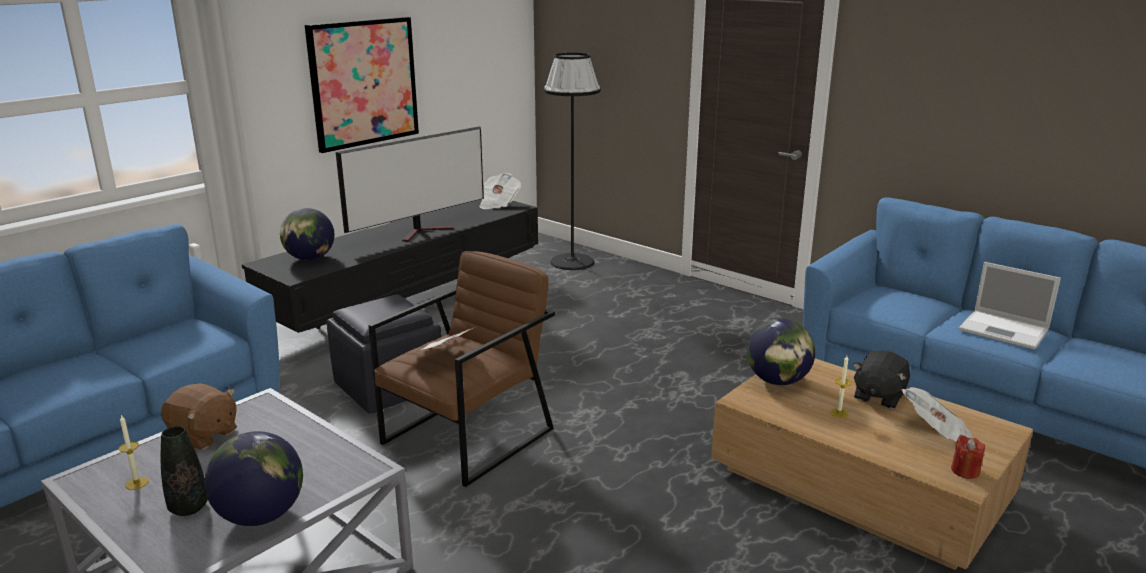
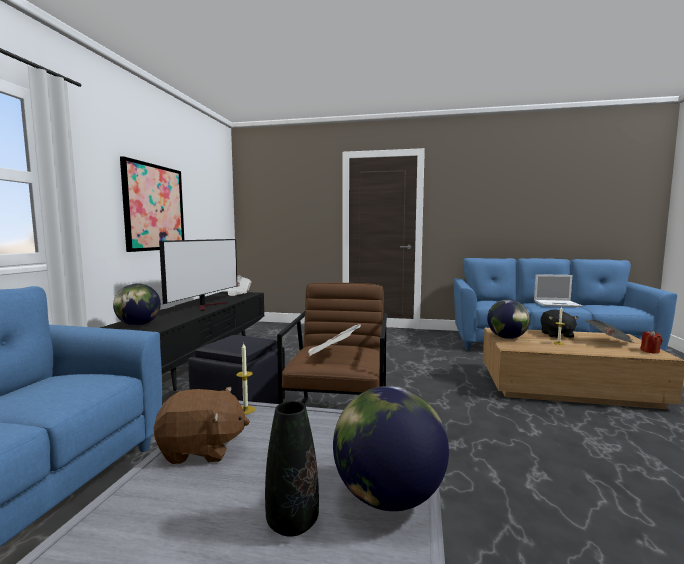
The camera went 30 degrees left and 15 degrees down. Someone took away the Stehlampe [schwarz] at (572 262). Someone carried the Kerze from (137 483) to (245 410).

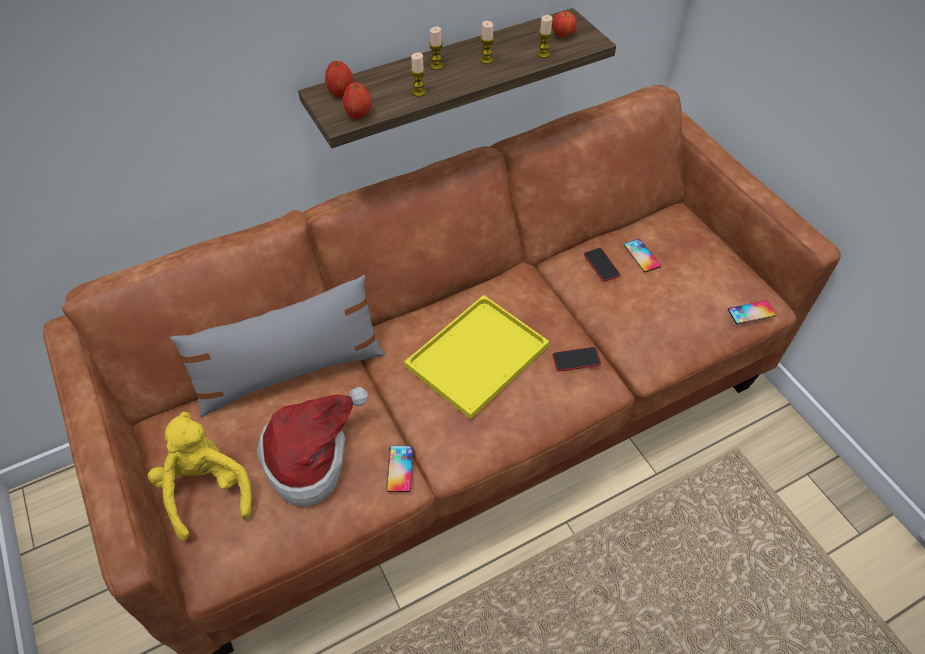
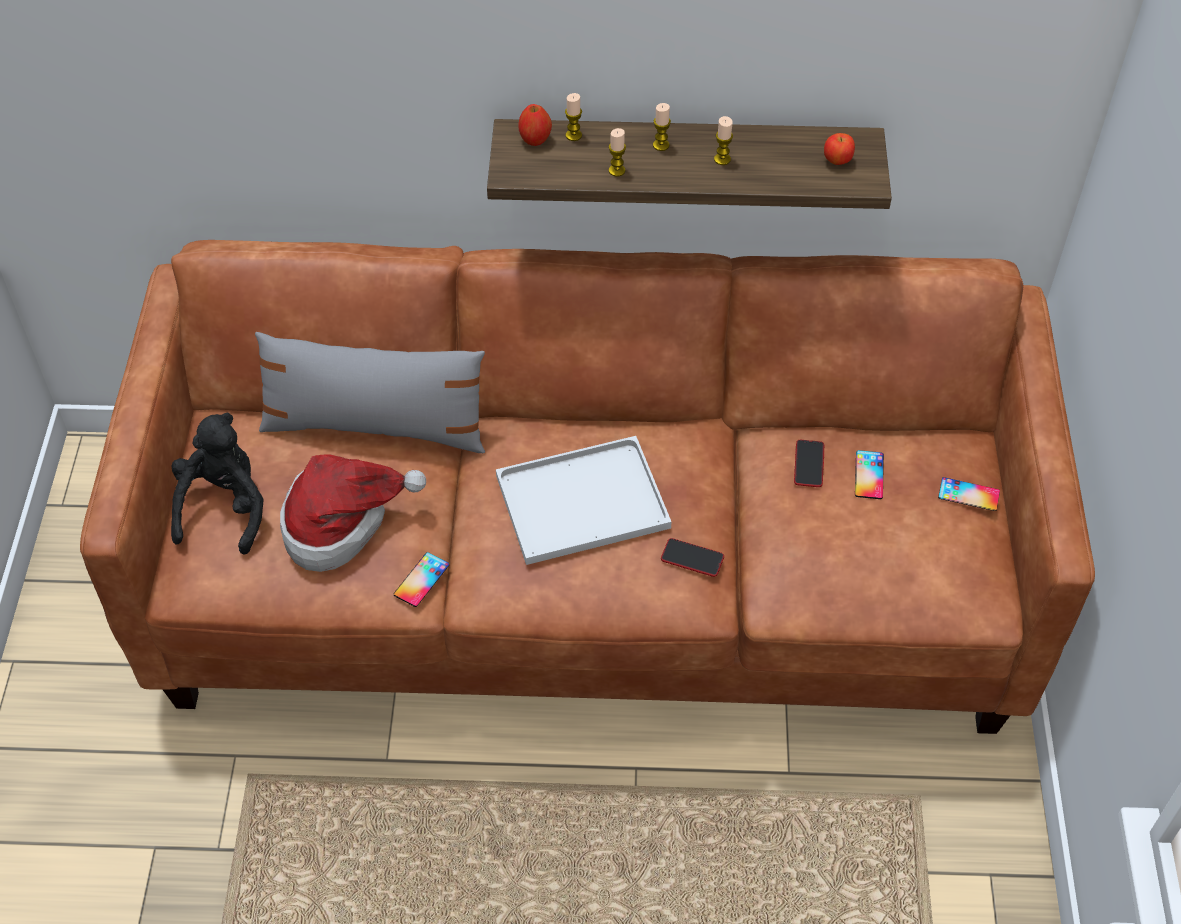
The camera went 30 degrees right and 0 degrees up. Someone took away the Apfel at (358 115). Someone carried the Kerze from (543 54) to (573 135). Someone carried the Handy from (751 312) to (968 494). Someone repainted the Plüschtier [gelb] at (207 490), which became the Plüschtier [schwarz] at (224 507). Someone repainted the Tablett [gelb] at (478 354), which became the Tablett [weiß] at (585 499).

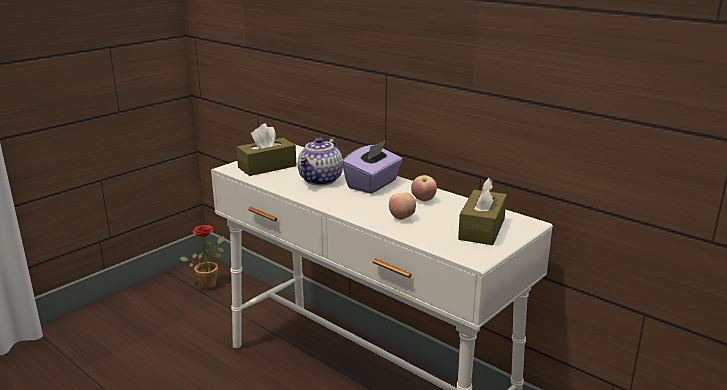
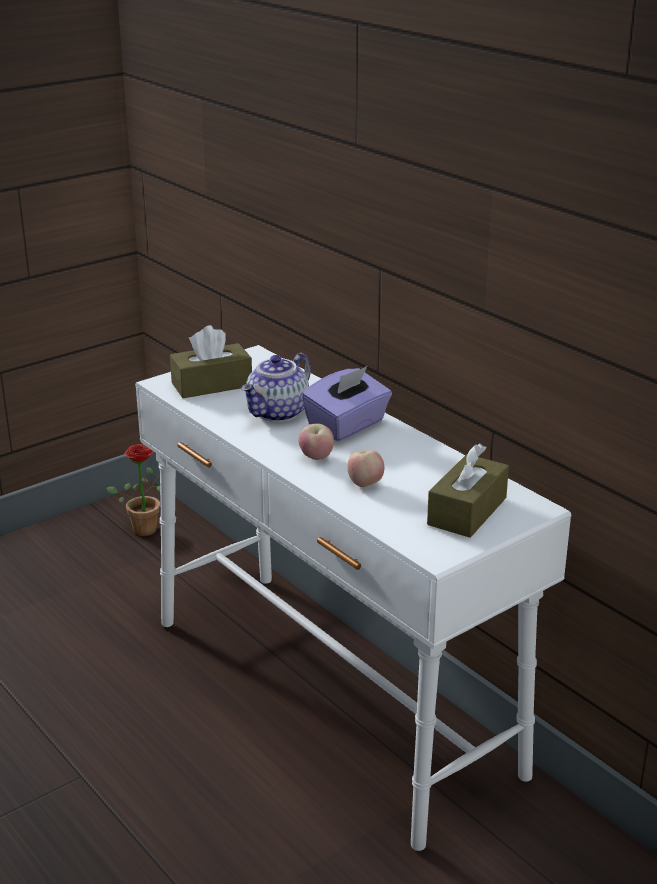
The camera went 10 degrees right and 5 degrees up. Someone carried the Apfel from (423 200) to (316 457).

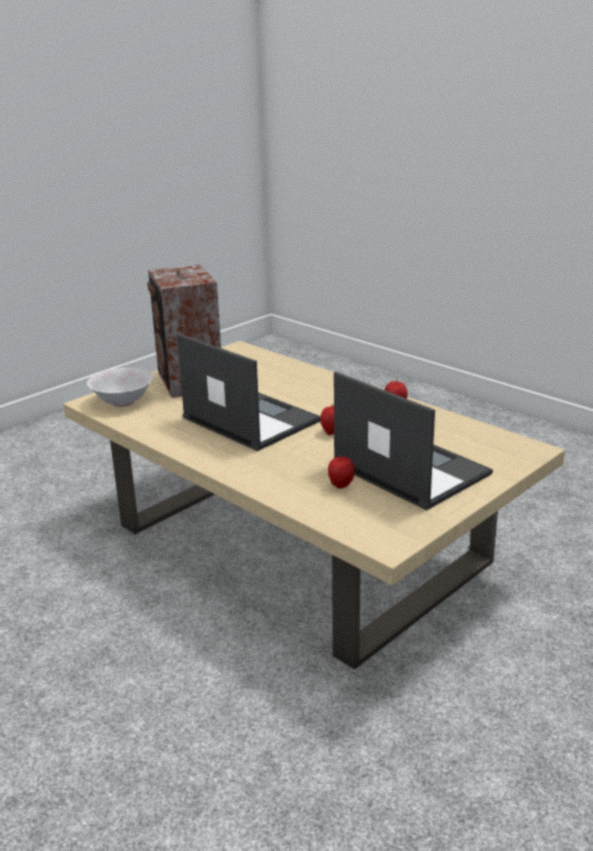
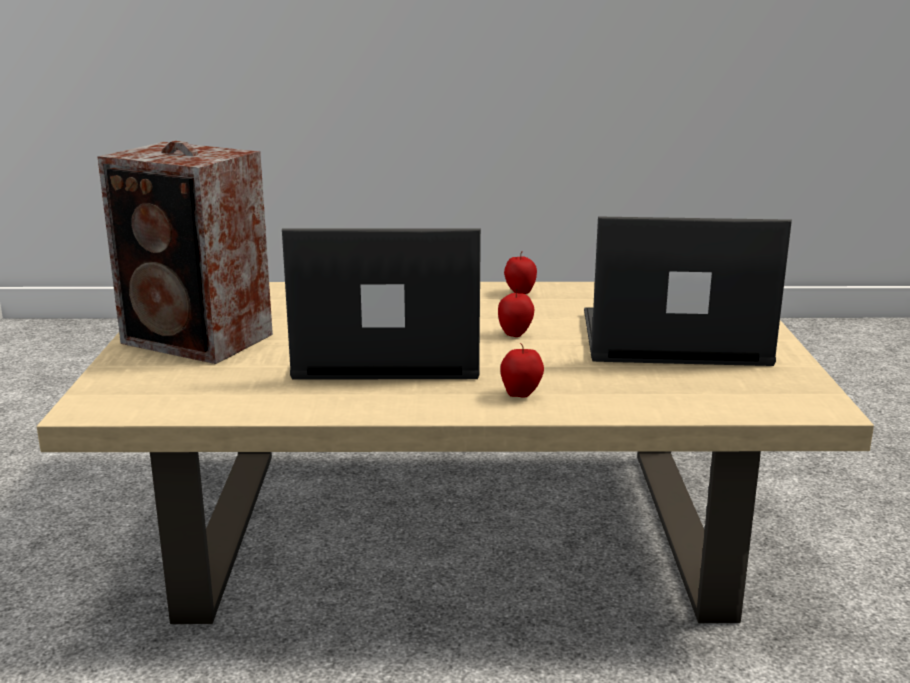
The camera went 45 degrees left and 5 degrees down. Someone took away the Schüssel [weiß] at (123 402). Someone carried the Apfel from (341 486) to (521 395).

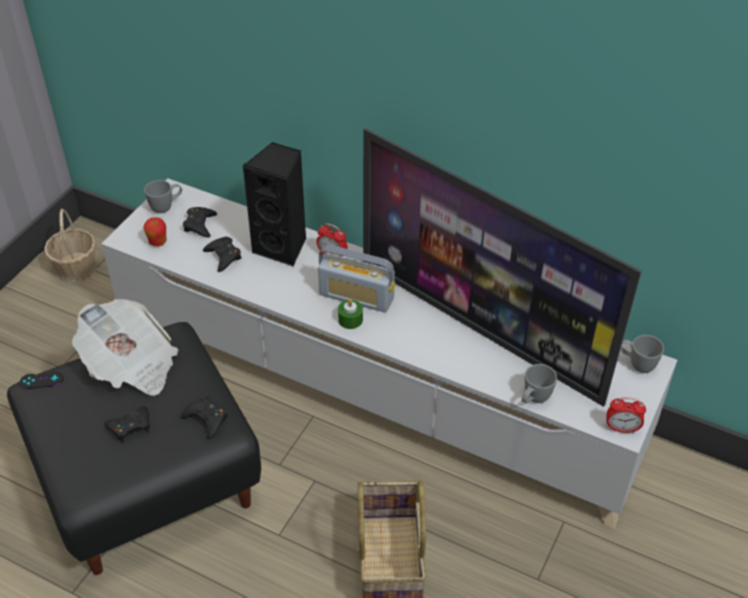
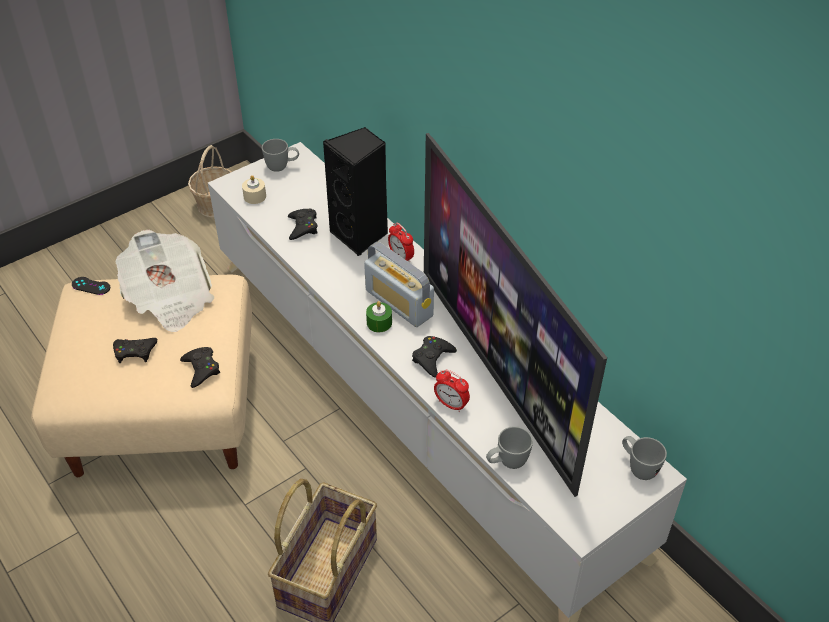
The camera went 25 degrees right and 0 degrees up. Someone carried the Gamepad [schwarz] from (200 225) to (432 358). Someone carried the Wecker from (622 428) to (451 404). Someone swapped the Apfel at (158 242) for the Kerze [beige] at (255 196). Someone repainted the Polsterhocker [schwarz] at (148 478), which became the Polsterhocker [beige] at (165 410).

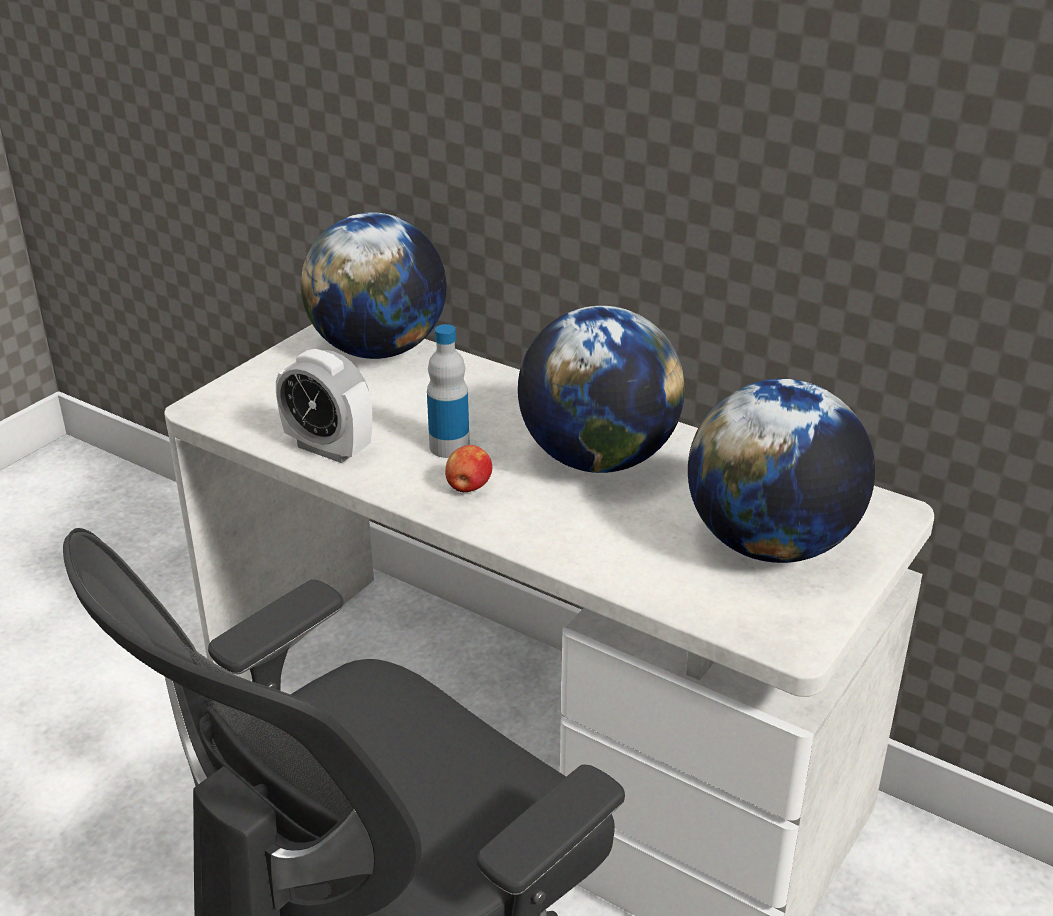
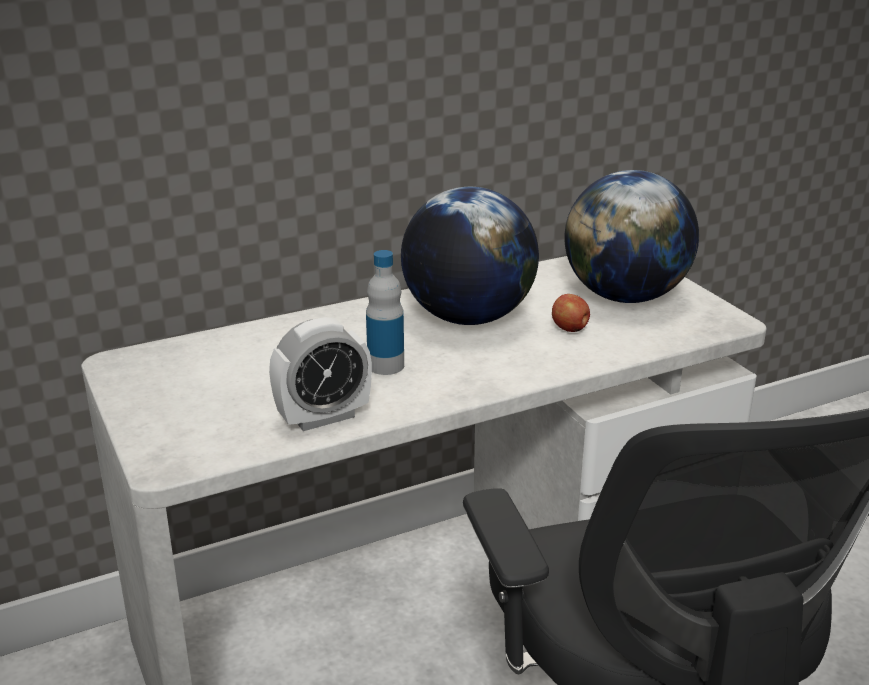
The camera went 60 degrees left and 5 degrees down. Someone took away the Globus at (378 349). Someone carried the Apfel from (468 487) to (570 329).

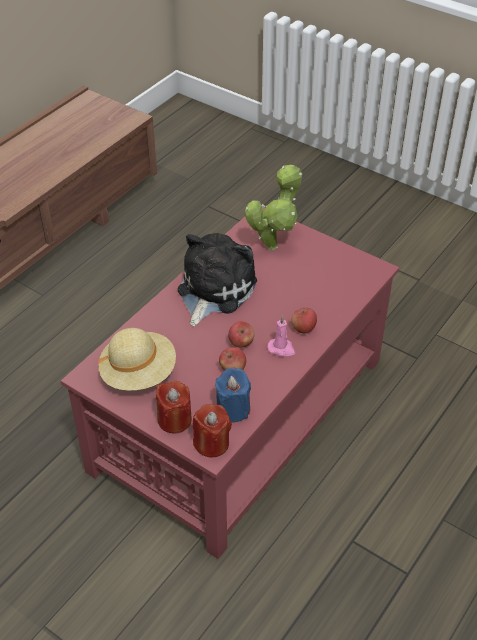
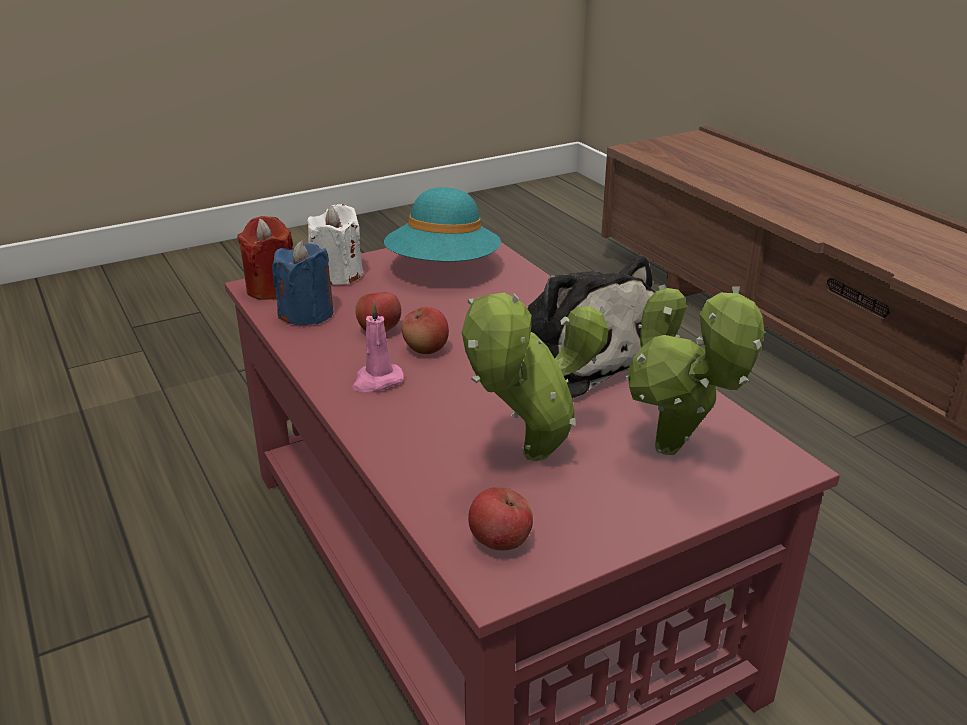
The camera went 115 degrees right and 15 degrees down. Someone put down the Topfpflanze at (529 459). Someone carried the Apfel from (303 328) to (500 542). Someone repainted the Hut [beige] at (138 373), which became the Hut [türkis] at (443 268). Someone repainted the Kerze [rot] at (174 420), which became the Kerze [weiß] at (338 275).

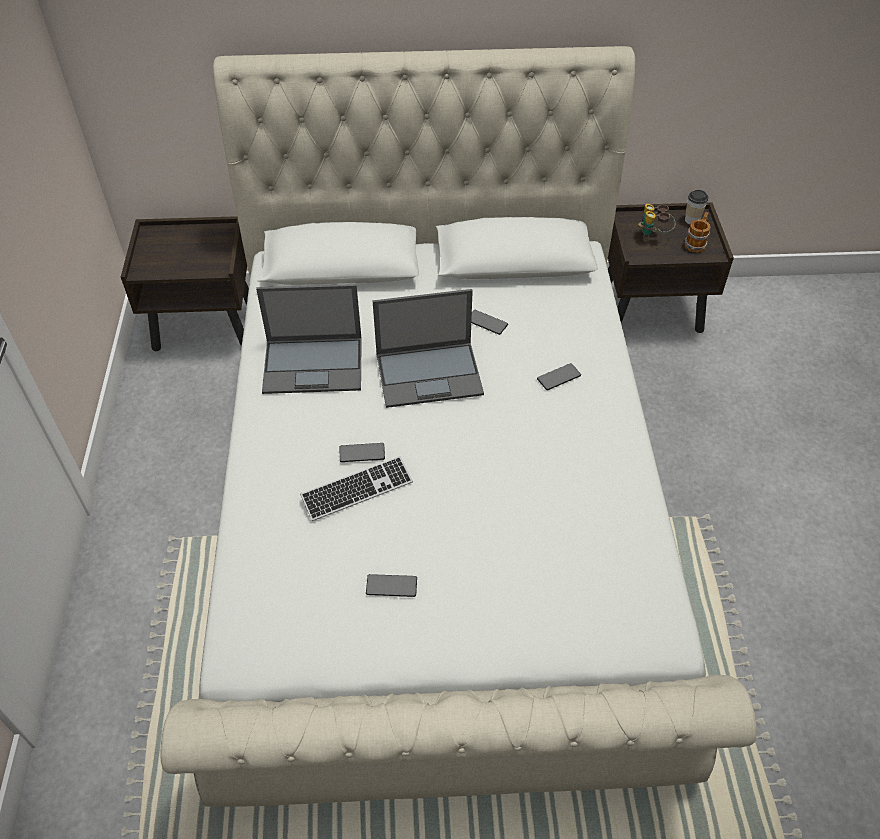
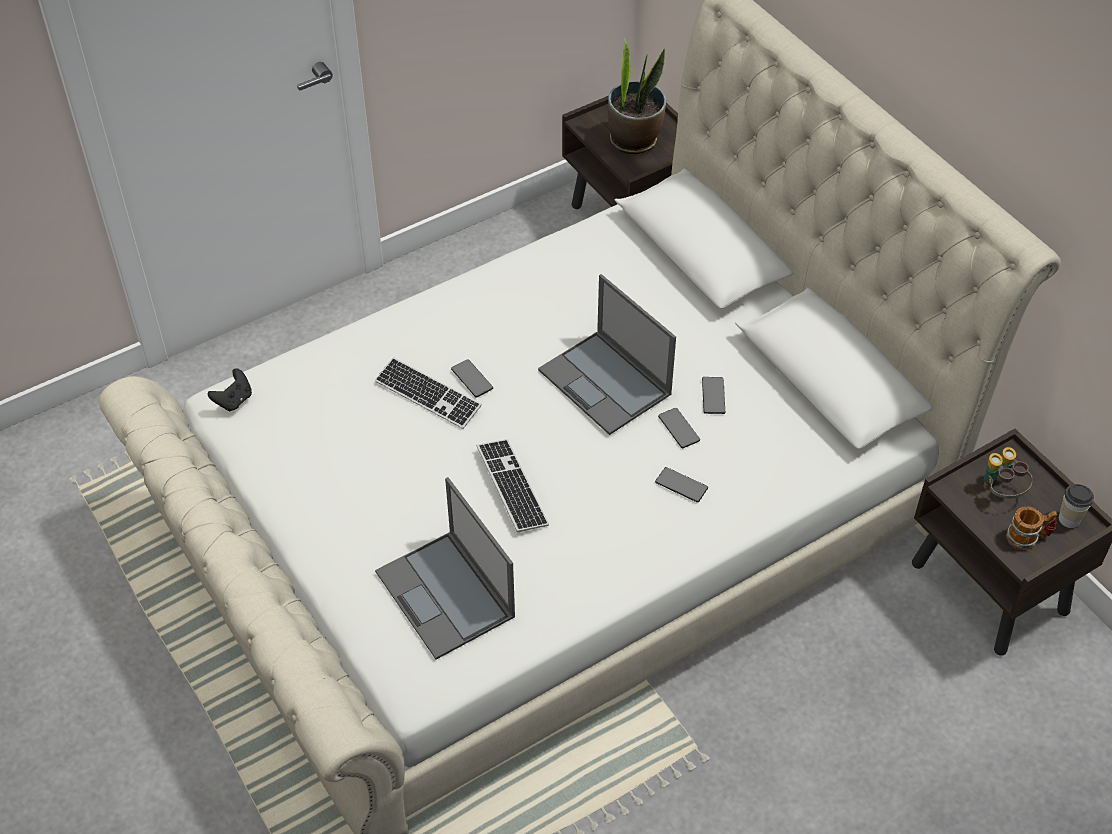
The camera went 60 degrees right and 0 degrees up. Someone put down the Gamepad [schwarz] at (234 400). Someone put down the Tastatur at (512 487). Someone put down the Topfpflanze at (634 140). Someone carried the Laptop from (314 365) to (446 595). Someone carried the Handy from (391 586) to (678 428).

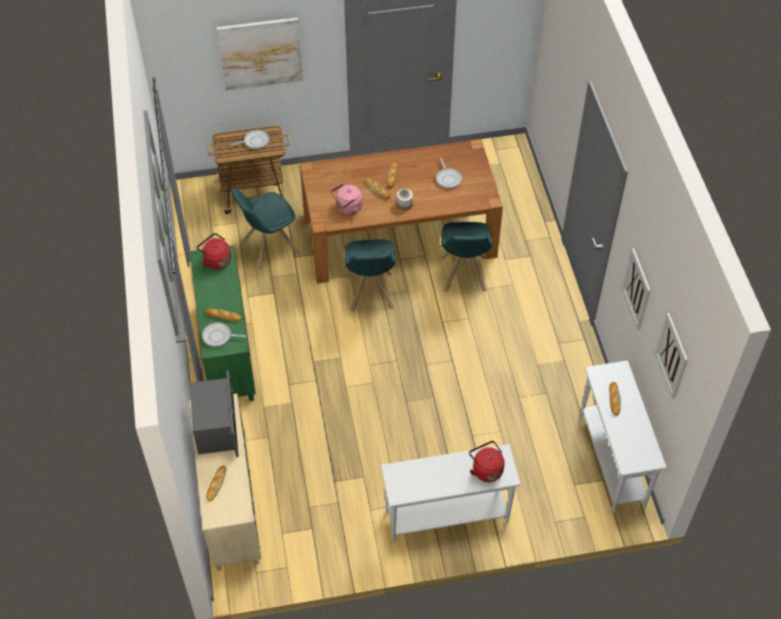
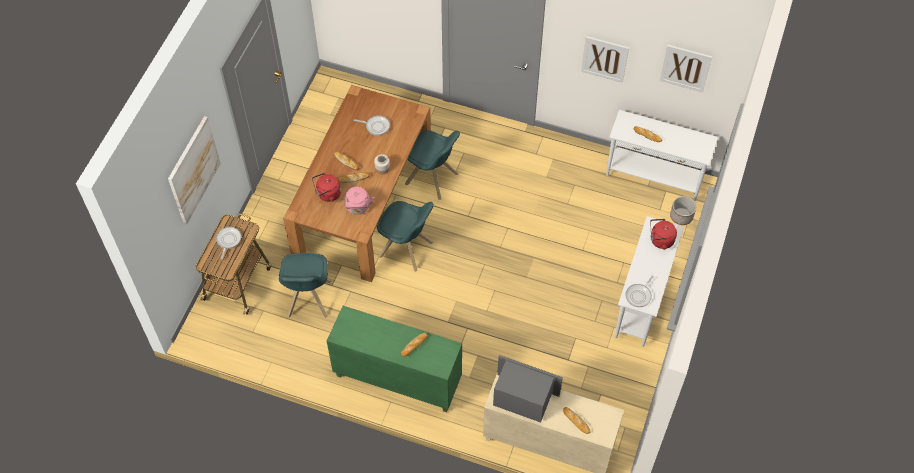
The camera went 60 degrees left and 5 degrees up. Someone put down the Pflanzkübel at (681 216). Someone carried the Wasserkessel [rot] from (216 260) to (327 194). Someone carried the Pfanne from (219 336) to (639 295).

